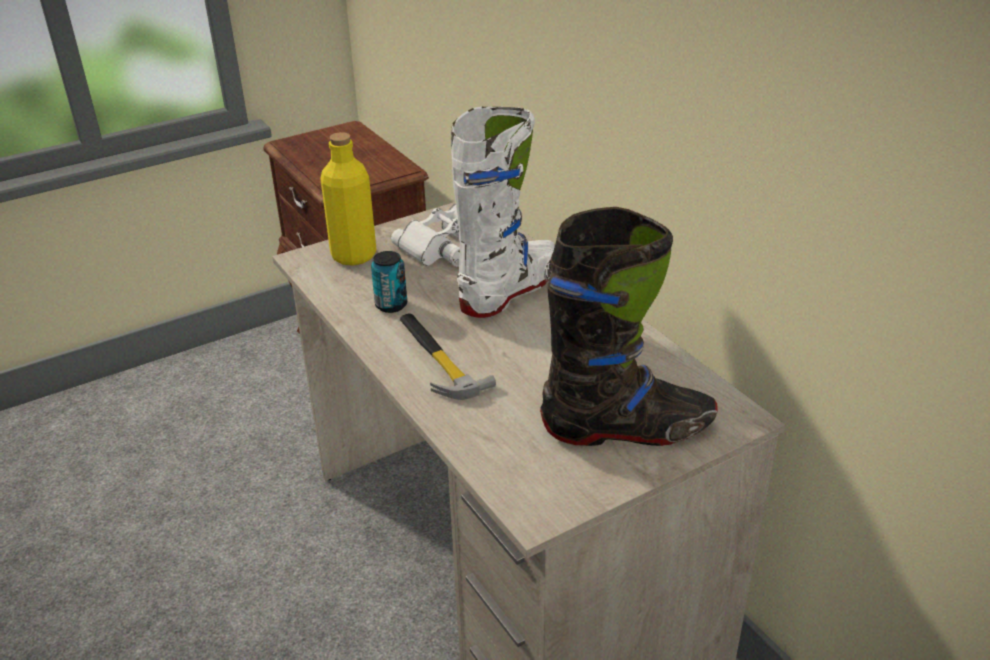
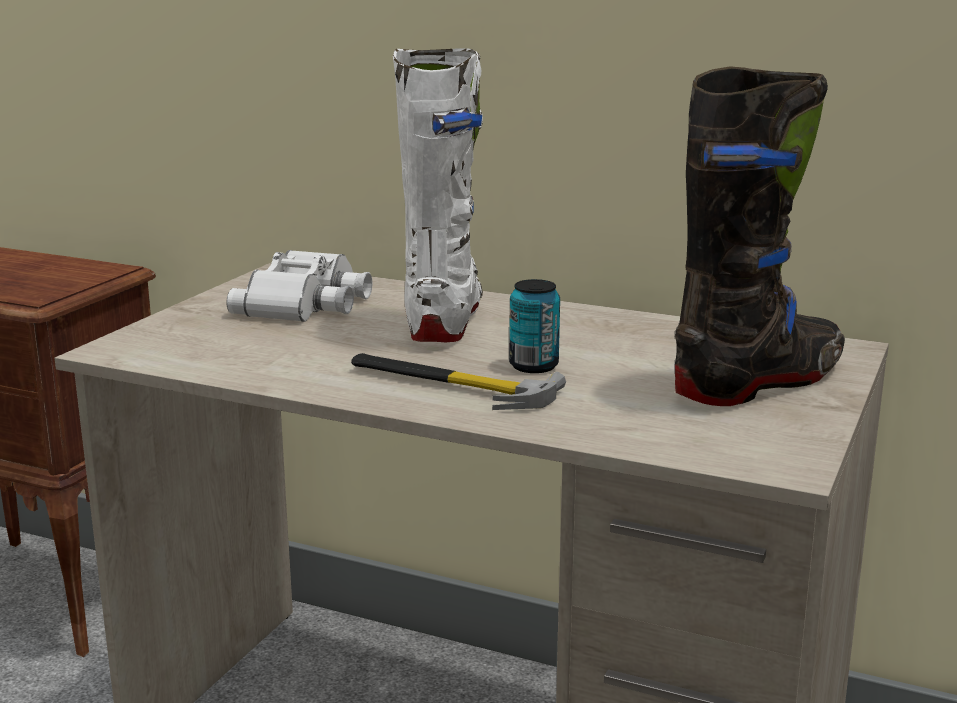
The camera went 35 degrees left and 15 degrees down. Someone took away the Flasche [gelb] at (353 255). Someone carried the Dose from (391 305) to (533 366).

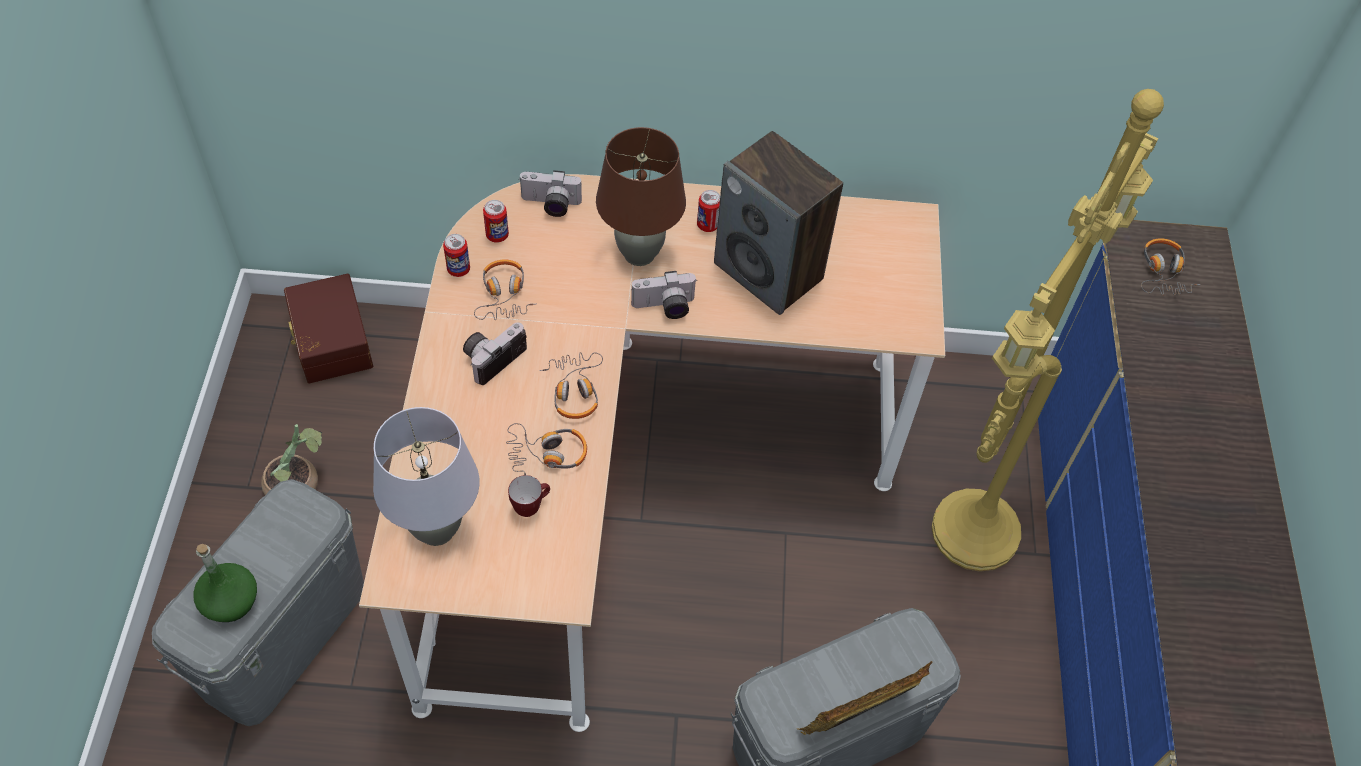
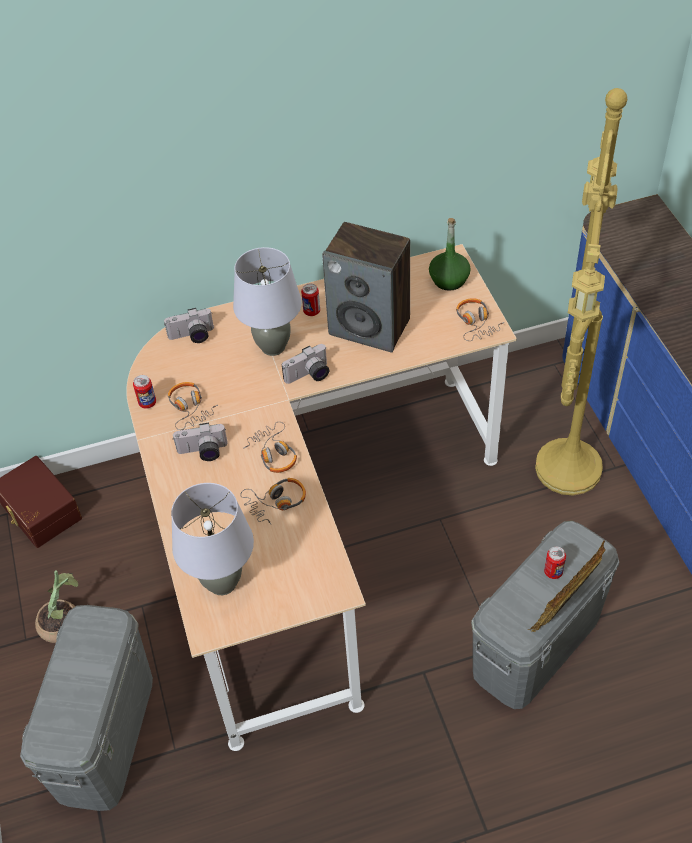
The camera went 15 degrees left and 5 degrees down. Someone took away the Henkelbecher at (531 507). Someone carried the Flasche [grün] from (230 601) to (449 280). Someone carried the Dose from (497 235) to (553 572). Someone carried the Kopfhörer from (1162 273) to (475 323). Someone repainted the Tischlampe [braun] at (639 253), which became the Tischlampe [grau] at (273 347). Someone rotated the Kamera at (492 357) by 120 degrees counterclockwise.

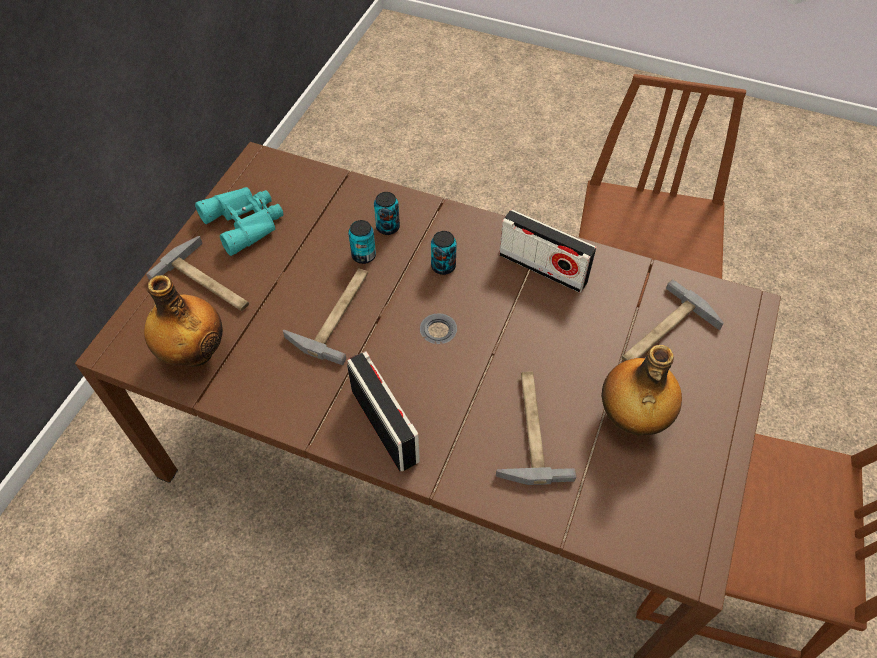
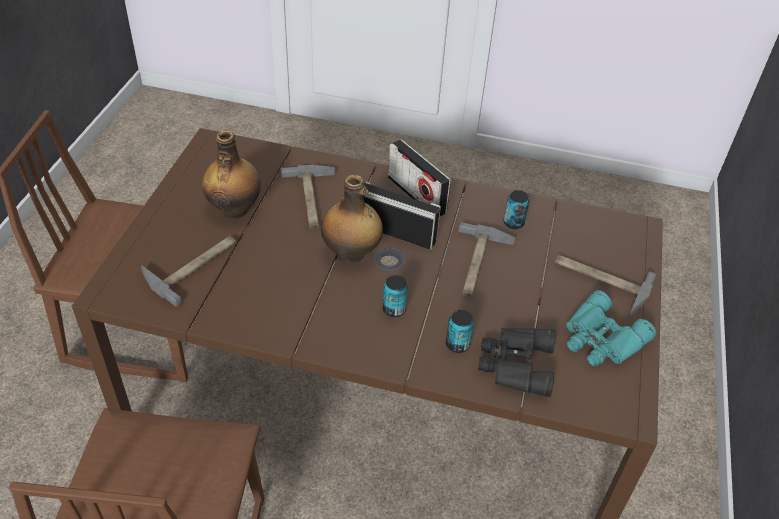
The camera went 170 degrees right and 10 degrees down. Someone put down the Fernglas [schwarz] at (514 364). Someone carried the Flasche from (194 352) to (351 254). Someone carried the Dose from (363 255) to (513 223). Someone carried the Radio from (543 268) to (397 232).

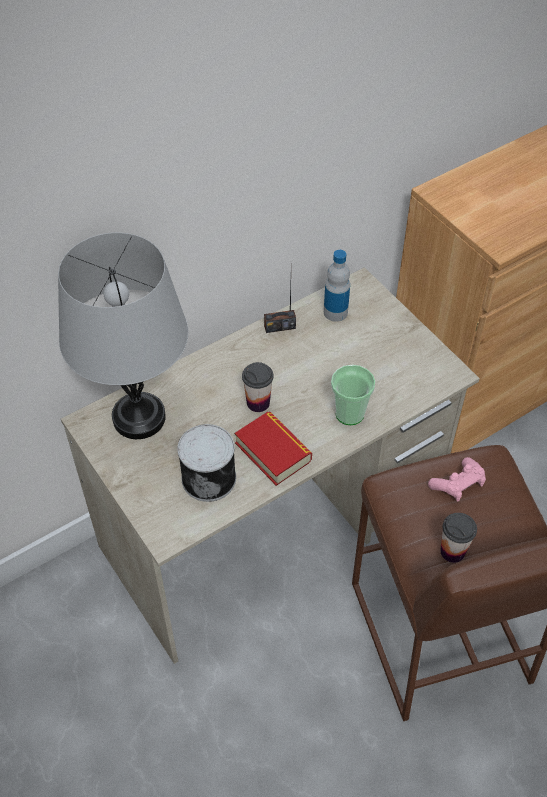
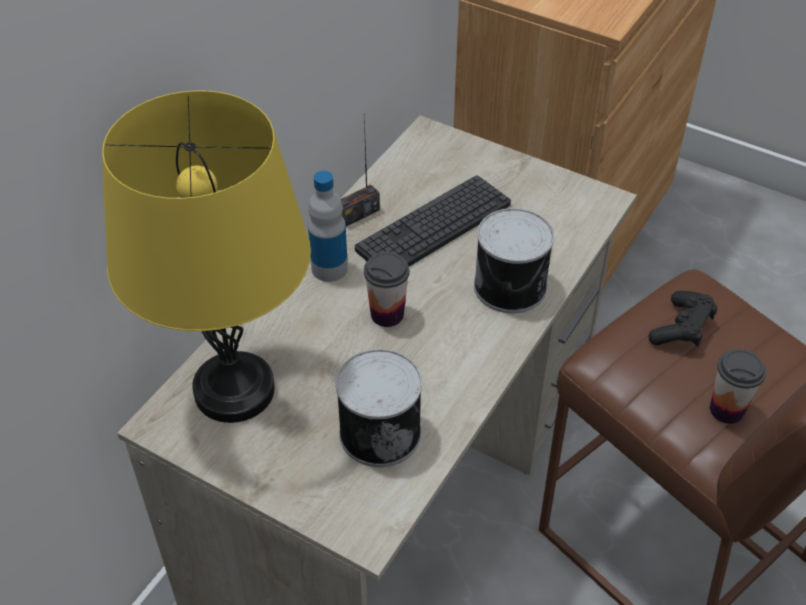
The camera went 25 degrees left and 5 degrees down. Someone took away the Buch at (273 452). Someone put down the Tastatur at (434 227). Someone carried the Flasche from (335 312) to (329 268). Someone swapped the Tasse at (349 414) for the Dose at (512 287). Someone repainted the Tischlampe [grau] at (139 418), which became the Tischlampe [gelb] at (234 390). Someone repainted the Gamepad [rosa] at (458 485), which became the Gamepad [schwarz] at (682 329).

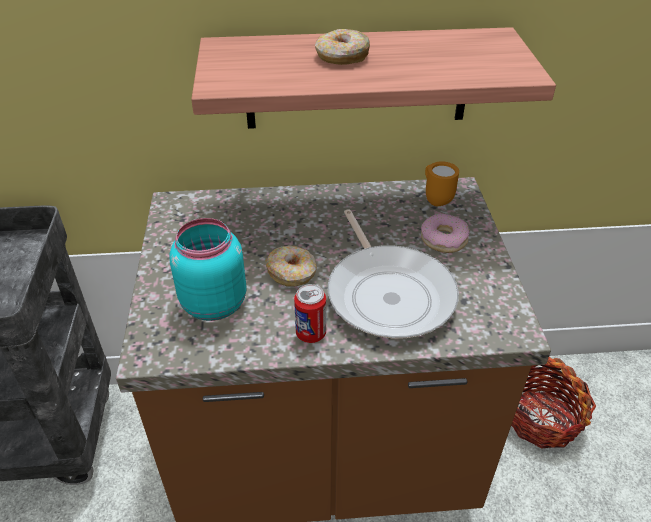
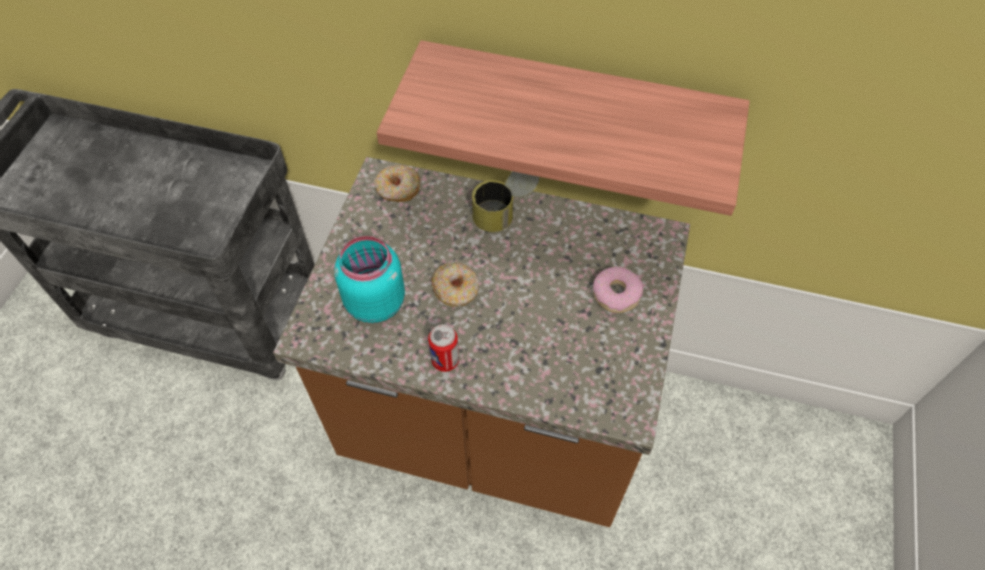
The camera went 20 degrees right and 15 degrees up. Someone took away the Pfanne at (388 293). Someone took away the Henkelbecher [orange] at (436 199). Someone took away the Korb at (541 418). Someone put down the Dose at (504 212). Someone carried the Donut from (342 56) to (398 189).

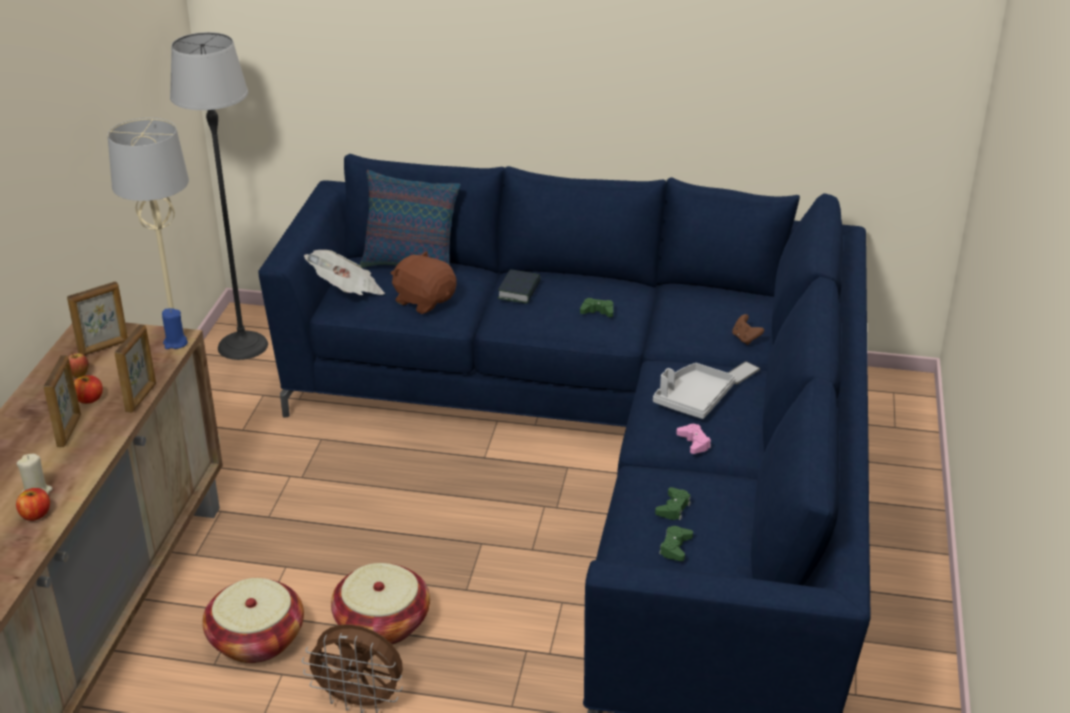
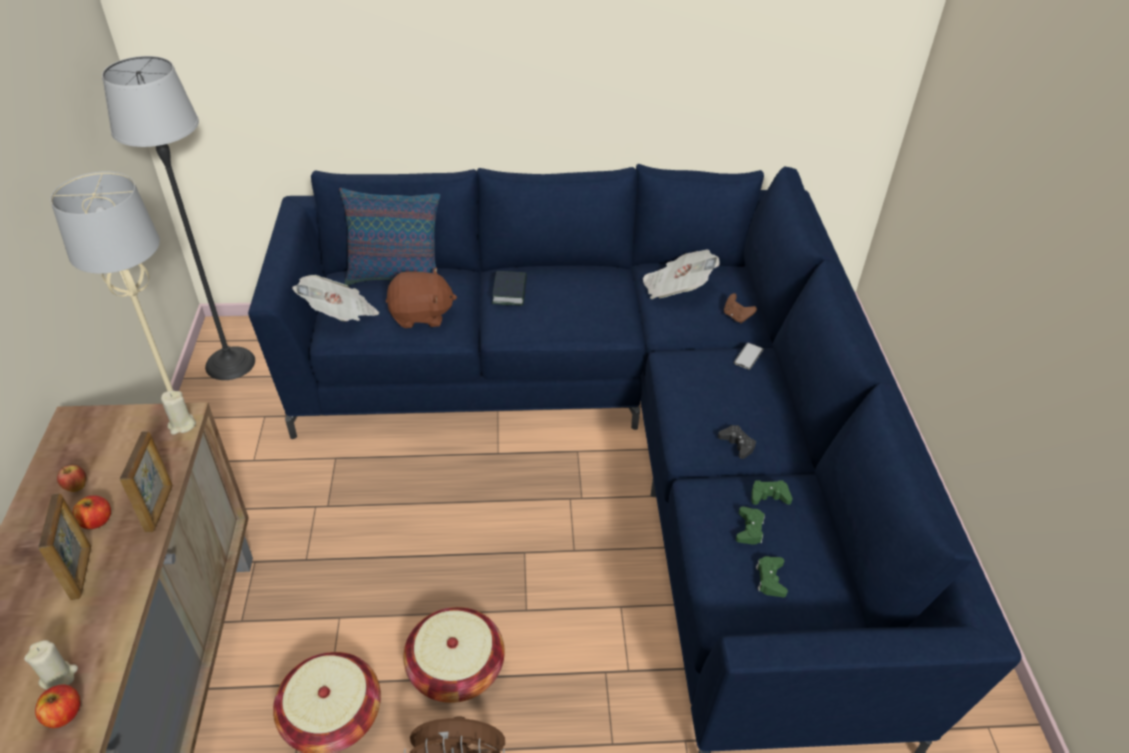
The camera went 15 degrees left and 10 degrees up. Someone took away the Bilderrahmen at (104 347). Someone took away the Tablett [grau] at (693 399). Someone put down the Zeitung at (676 289). Someone carried the Gamepad [grün] from (597 311) to (769 496). Someone repainted the Kerze [blau] at (175 343), which became the Kerze [beige] at (182 425). Someone repainted the Gamepad [rosa] at (694 442), which became the Gamepad [schwarz] at (737 444). Someone rotated the Plüschtier [braun] at (424 301) by 150 degrees clockwise.

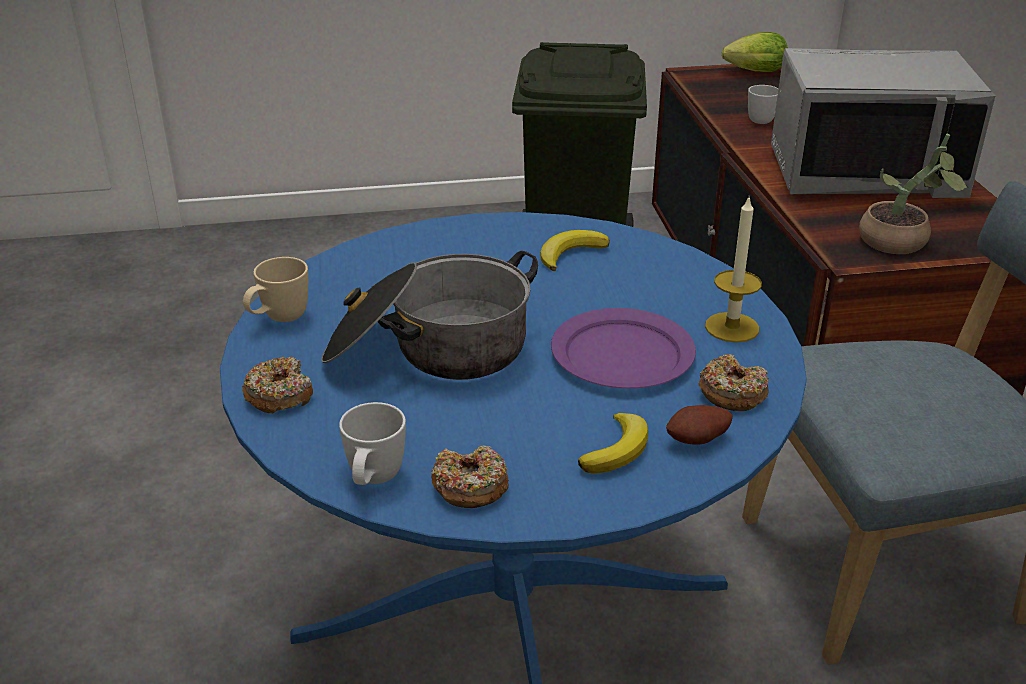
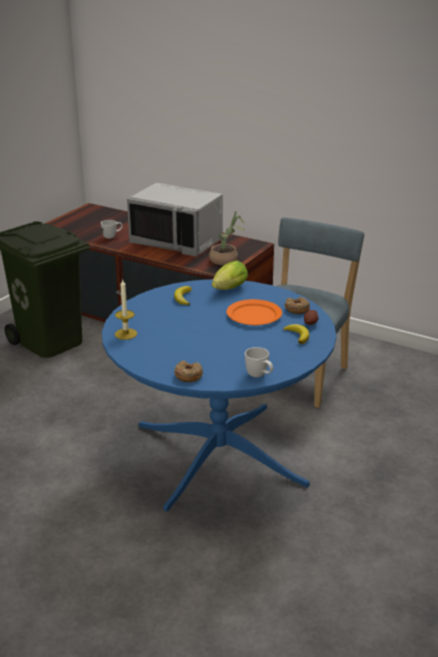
The camera went 50 degrees left and 5 degrees down. Someone took away the Henkelbecher [beige] at (278 320). Someone took away the Kochtopf at (430 350). Someone took away the Donut at (470 487). Someone carried the Kerze from (732 327) to (126 334). Someone carried the Salatkopf from (751 72) to (228 290). Someone repainted the Teller [lila] at (623 355), which became the Teller [orange] at (254 315). Someone rotated the Mikrowelle [grau] at (864 173) by 75 degrees clockwise.

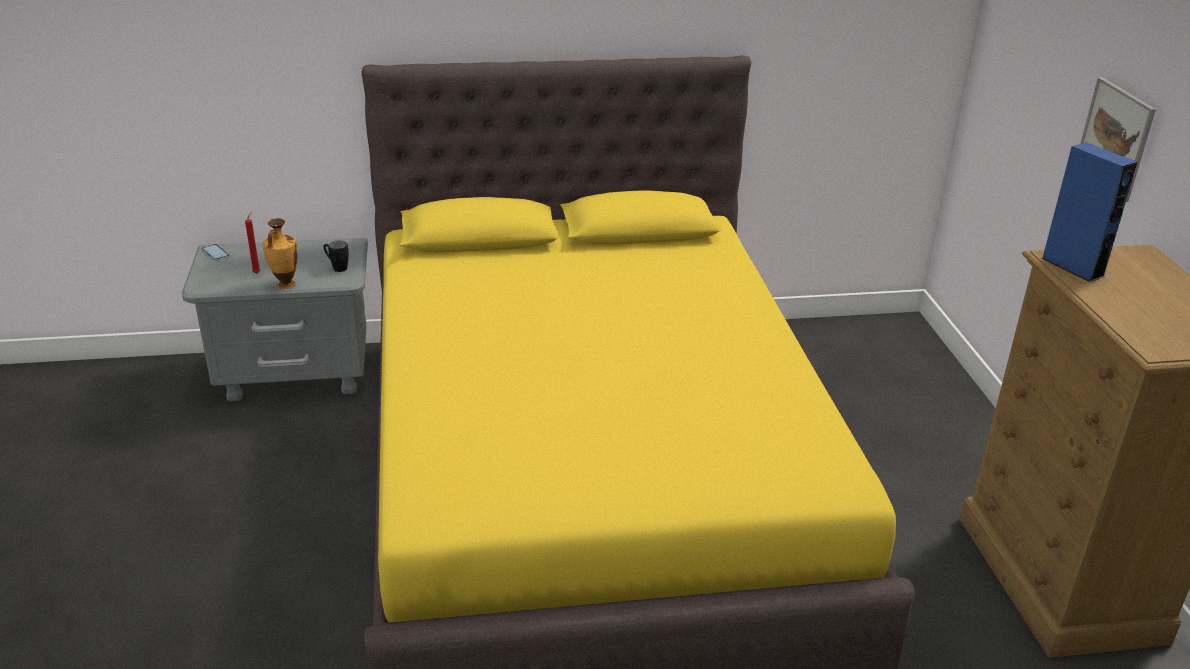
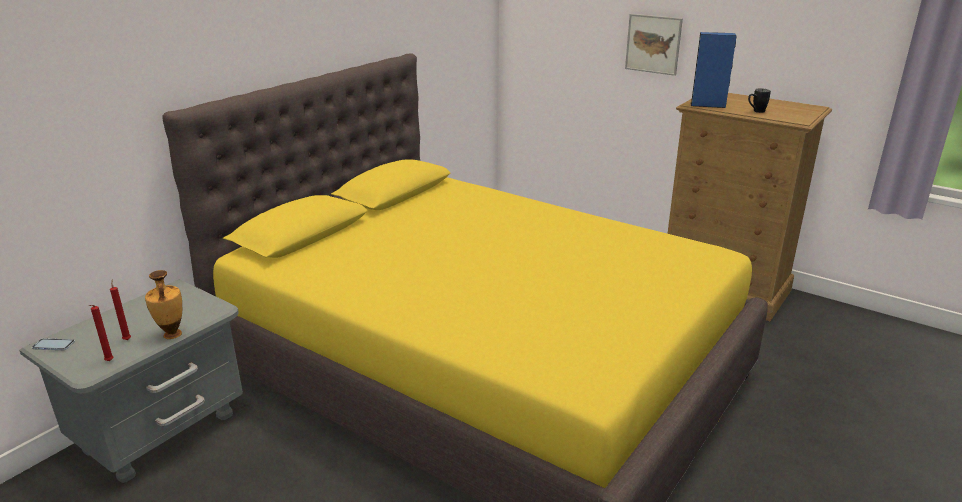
The camera went 45 degrees left and 5 degrees down. Someone put down the Kerze [rot] at (108 362). Someone carried the Henkelbecher [schwarz] from (336 267) to (755 111).

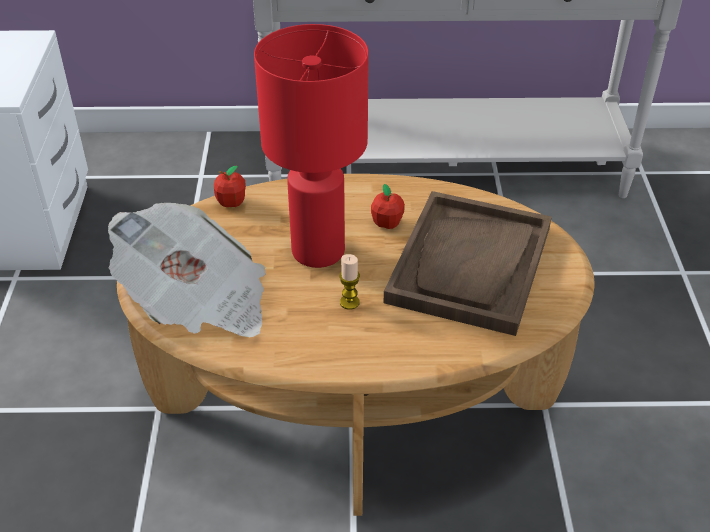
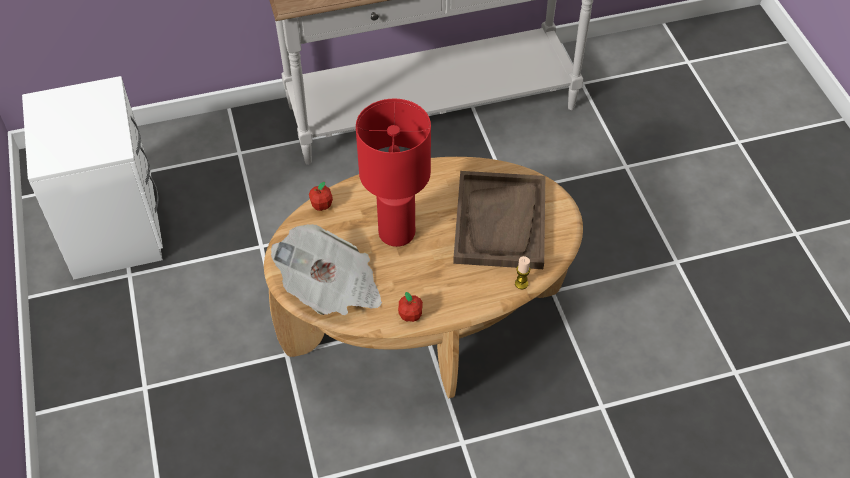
The camera went 15 degrees left and 10 degrees up. Someone carried the Kerze from (349 302) to (521 283). Someone carried the Apfel from (387 223) to (410 315).

